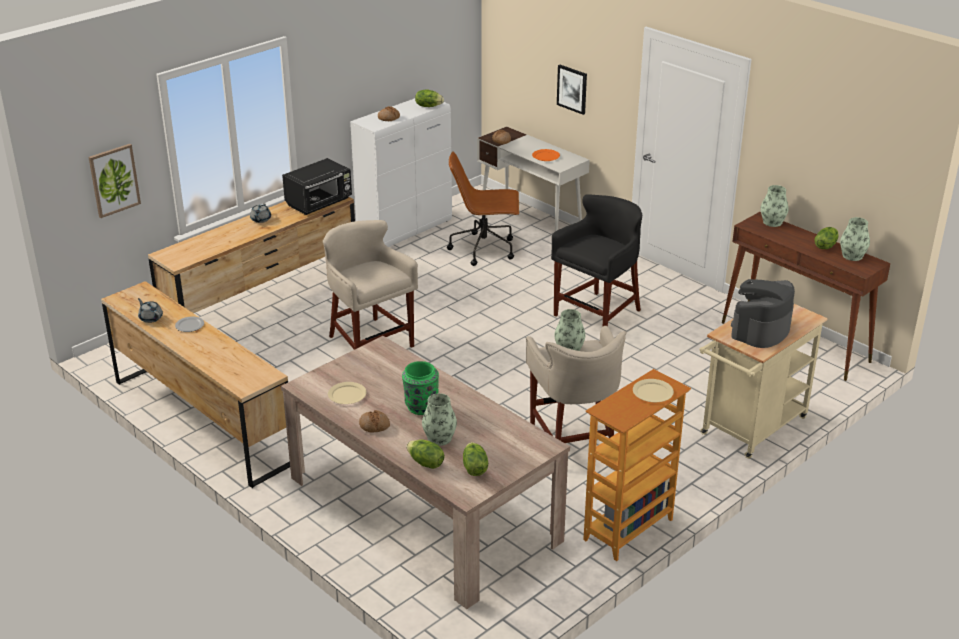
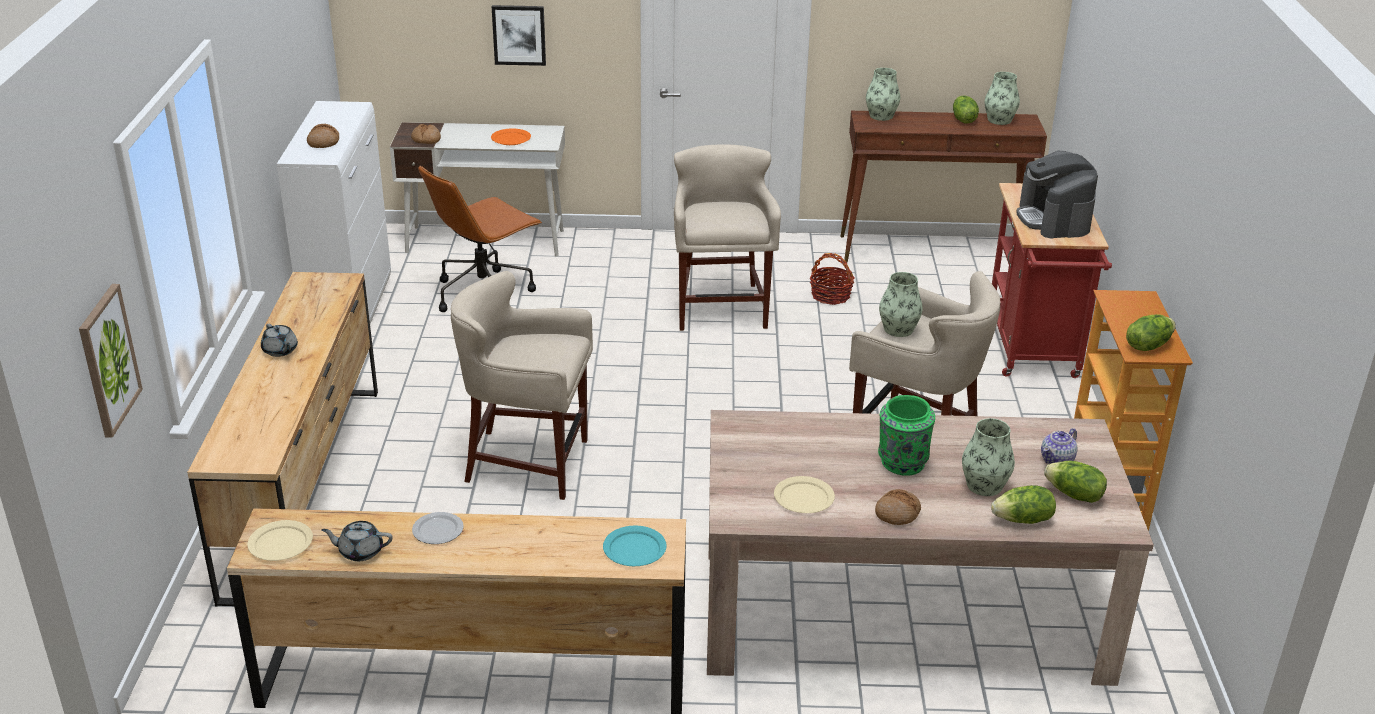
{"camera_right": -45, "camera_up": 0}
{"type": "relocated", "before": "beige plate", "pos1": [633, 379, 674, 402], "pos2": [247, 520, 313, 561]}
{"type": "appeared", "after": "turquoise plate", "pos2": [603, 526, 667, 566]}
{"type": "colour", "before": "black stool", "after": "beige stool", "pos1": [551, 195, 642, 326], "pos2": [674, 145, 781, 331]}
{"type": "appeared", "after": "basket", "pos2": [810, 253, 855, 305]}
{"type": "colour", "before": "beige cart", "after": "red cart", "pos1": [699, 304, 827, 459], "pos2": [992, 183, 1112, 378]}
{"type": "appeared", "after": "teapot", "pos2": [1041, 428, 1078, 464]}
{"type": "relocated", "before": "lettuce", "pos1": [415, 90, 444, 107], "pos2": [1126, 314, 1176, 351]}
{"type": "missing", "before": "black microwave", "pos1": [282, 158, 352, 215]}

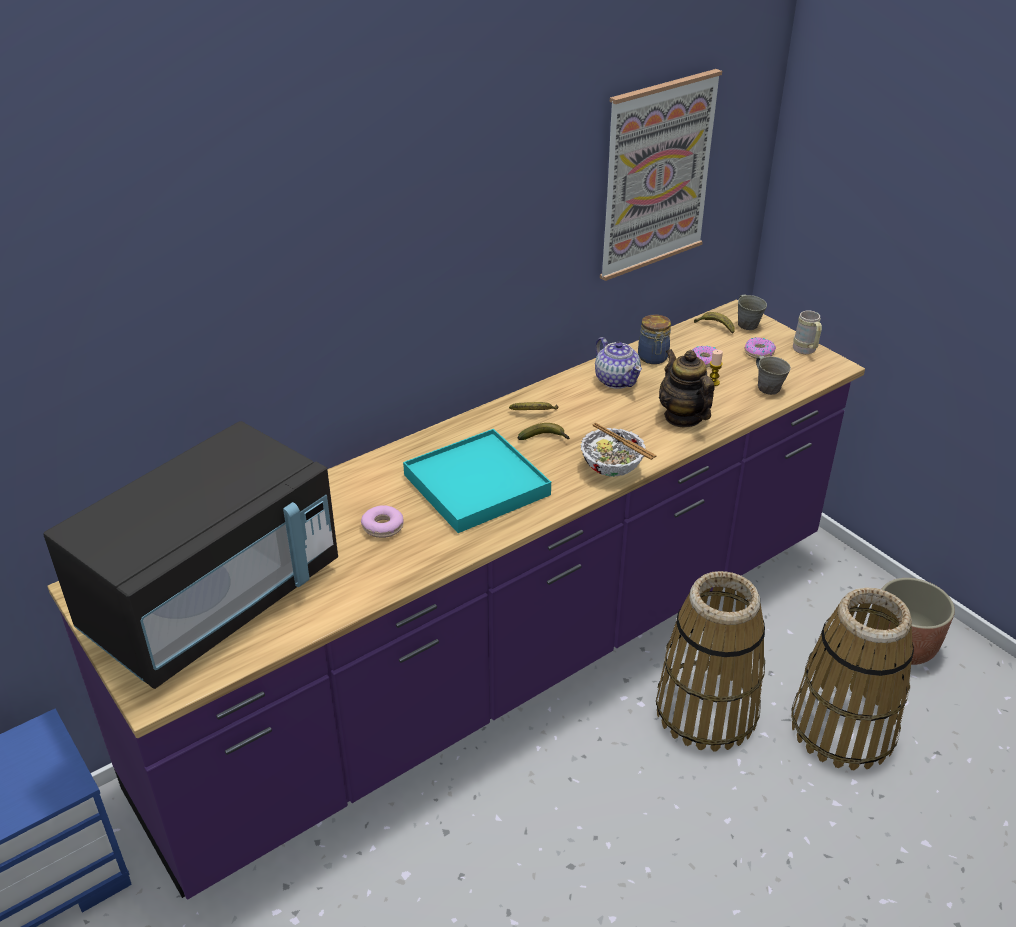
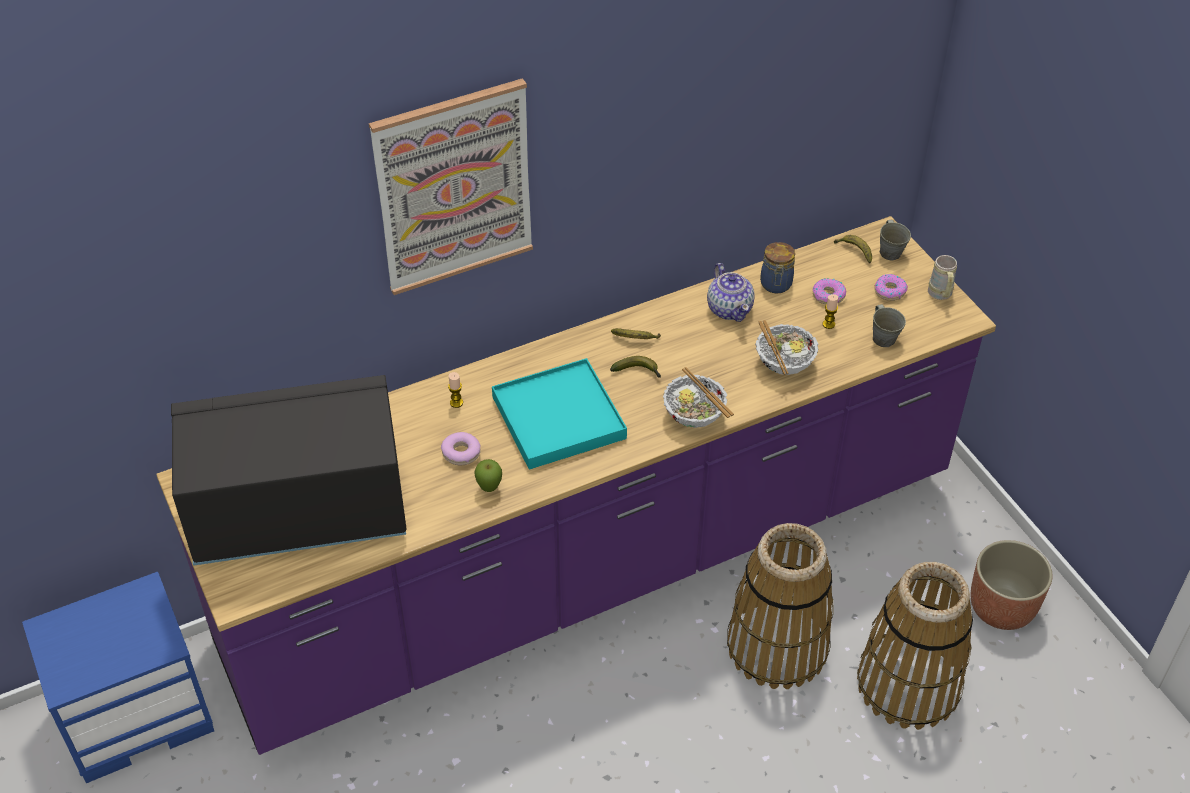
{"camera_right": 10, "camera_up": 10}
{"type": "spun", "before": "black microwave", "pos1": [43, 421, 338, 689], "pos2": [171, 375, 407, 566], "turn": -150}
{"type": "relocated", "before": "picture", "pos1": [600, 69, 722, 281], "pos2": [369, 78, 533, 295]}
{"type": "appeared", "after": "candle", "pos2": [448, 372, 463, 408]}
{"type": "appeared", "after": "apple", "pos2": [474, 459, 502, 492]}
{"type": "exchanged", "before": "teapot", "after": "bowl", "pos1": [659, 349, 714, 427], "pos2": [755, 320, 819, 375]}

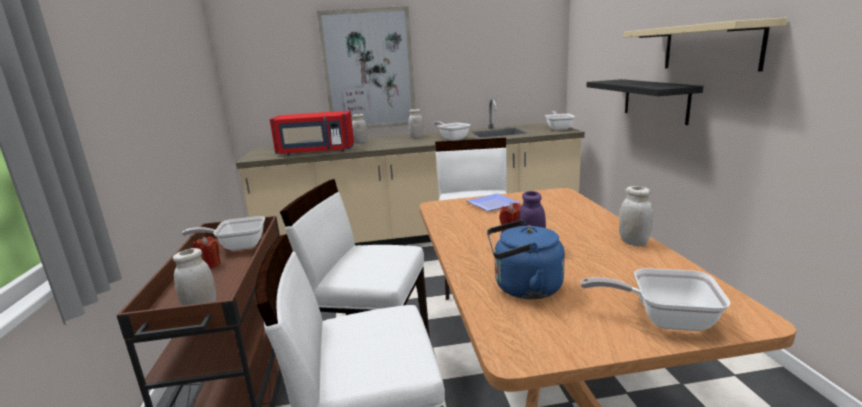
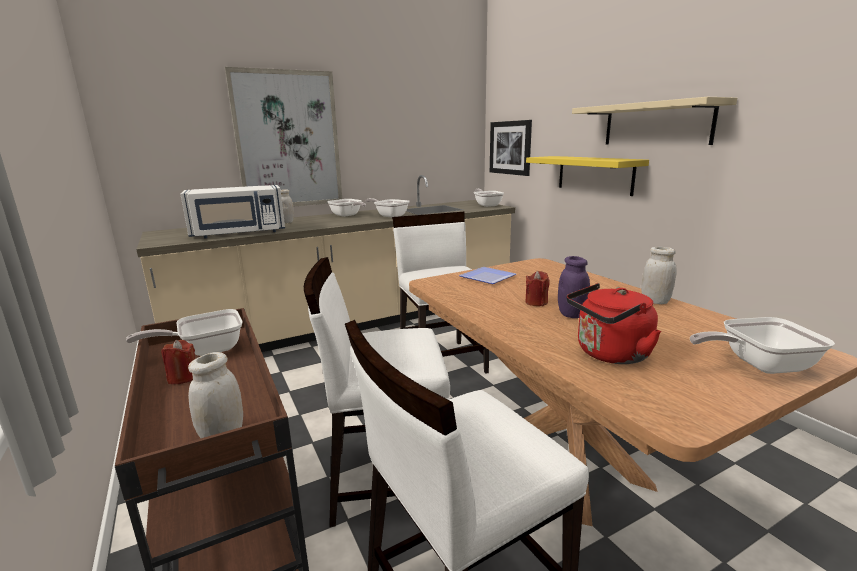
{"camera_right": -20, "camera_up": 0}
{"type": "colour", "before": "red microwave", "after": "white microwave", "pos1": [270, 111, 354, 155], "pos2": [181, 185, 285, 238]}
{"type": "exchanged", "before": "white jar", "after": "frying pan", "pos1": [408, 109, 424, 138], "pos2": [327, 199, 366, 217]}
{"type": "appeared", "after": "picture", "pos2": [490, 120, 532, 176]}
{"type": "colour", "before": "black shelf", "after": "yellow shelf", "pos1": [587, 79, 703, 125], "pos2": [526, 156, 649, 196]}
{"type": "colour", "before": "blue kettle", "after": "red kettle", "pos1": [487, 220, 565, 299], "pos2": [567, 283, 661, 364]}

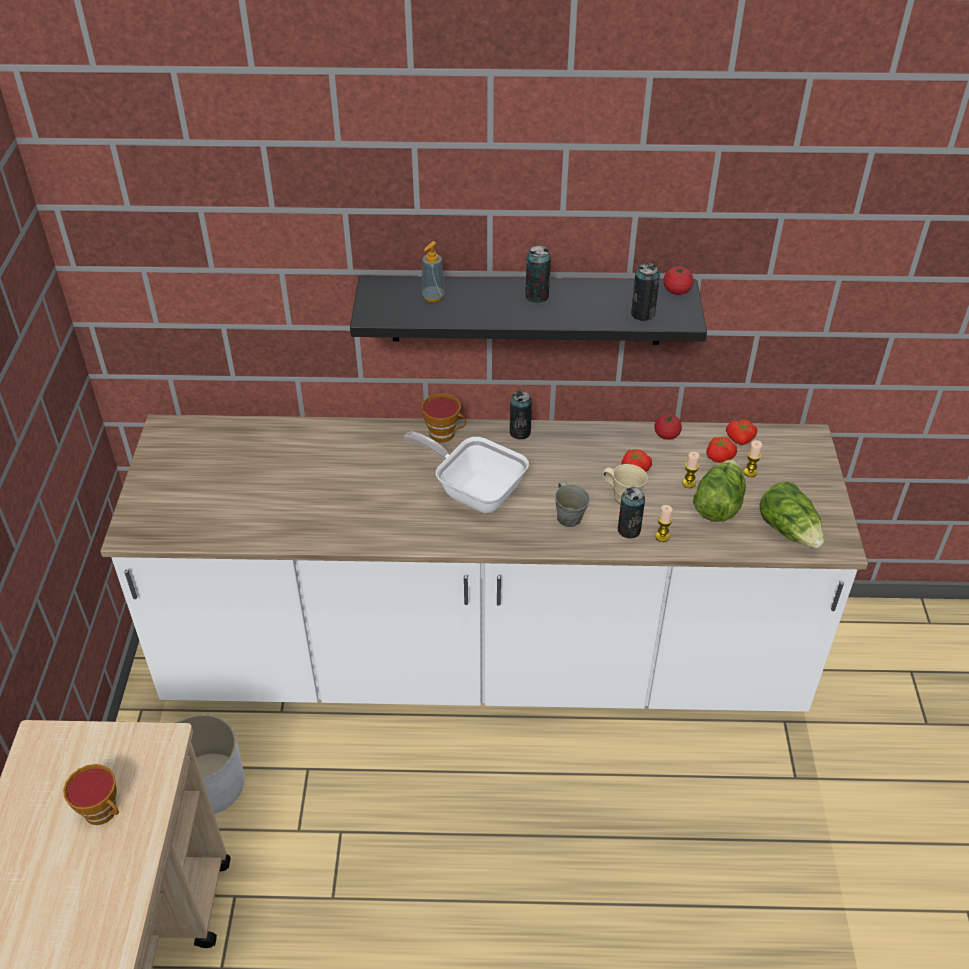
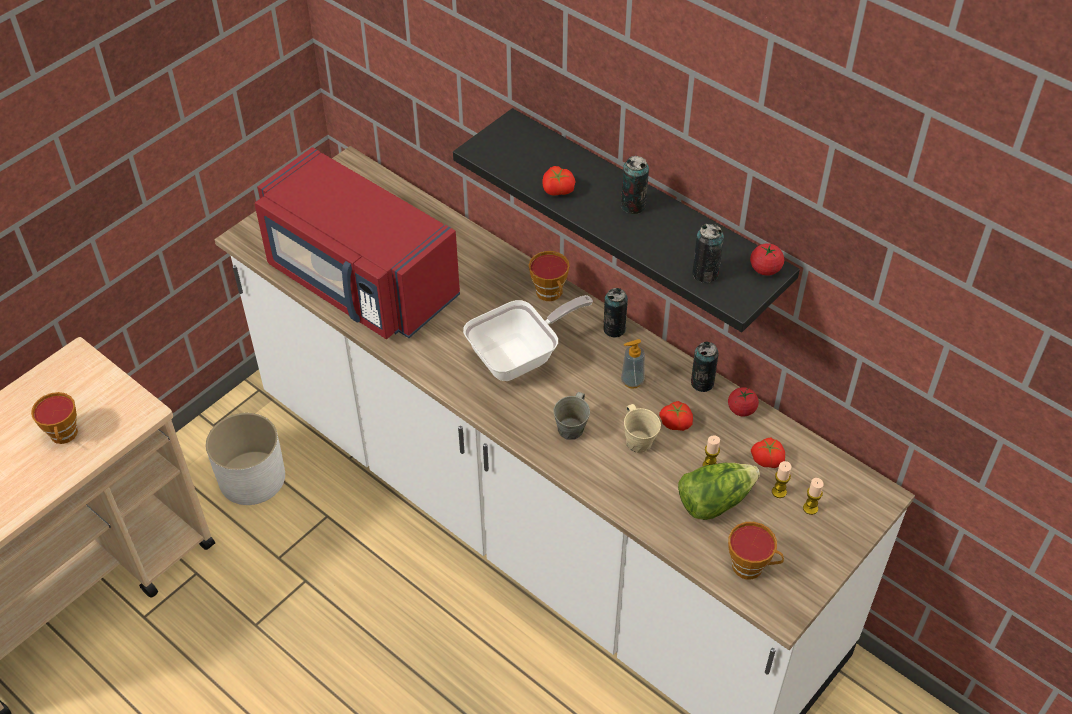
{"camera_right": 40, "camera_up": 5}
{"type": "appeared", "after": "red microwave", "pos2": [255, 147, 460, 339]}
{"type": "spun", "before": "frying pan", "pos1": [404, 432, 529, 513], "pos2": [463, 295, 593, 381], "turn": 75}
{"type": "relocated", "before": "tomato", "pos1": [726, 420, 757, 445], "pos2": [542, 166, 575, 196]}
{"type": "relocated", "before": "soap dispenser", "pos1": [422, 241, 445, 302], "pos2": [621, 339, 645, 389]}
{"type": "relocated", "before": "can", "pos1": [618, 487, 645, 539], "pos2": [691, 342, 719, 392]}
{"type": "exchanged", "before": "lettuce", "after": "cup", "pos1": [760, 482, 824, 548], "pos2": [728, 522, 784, 580]}
{"type": "relocated", "before": "candle", "pos1": [656, 505, 673, 542], "pos2": [803, 478, 824, 515]}

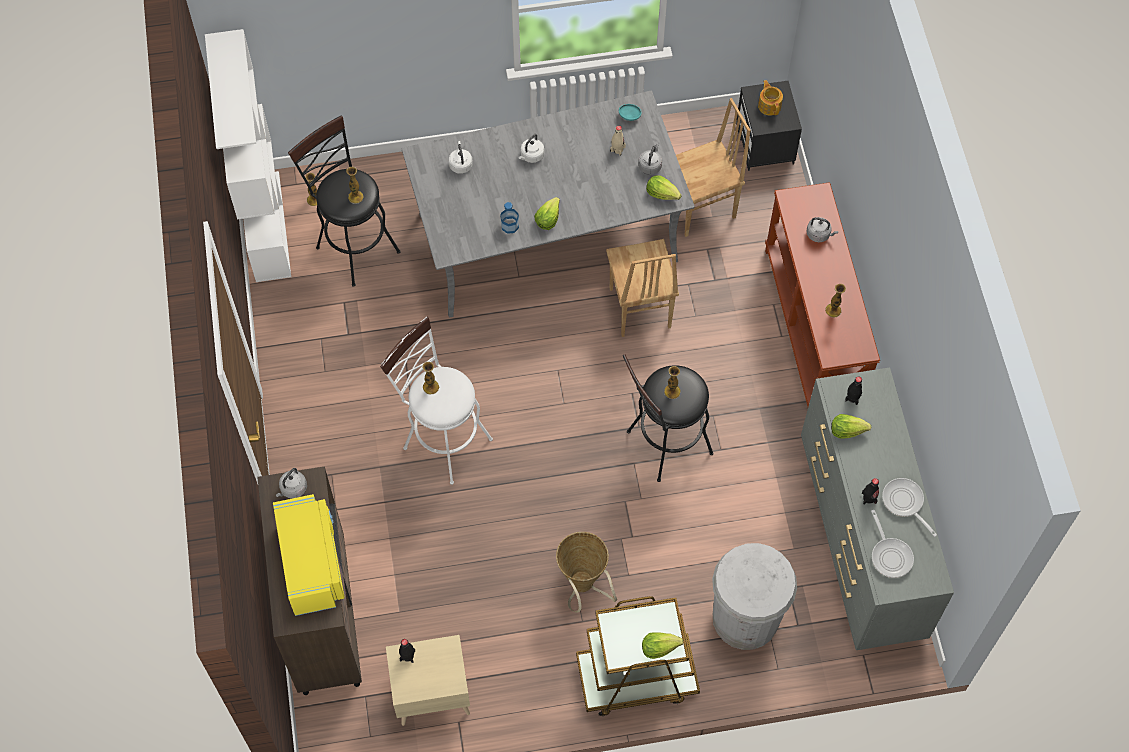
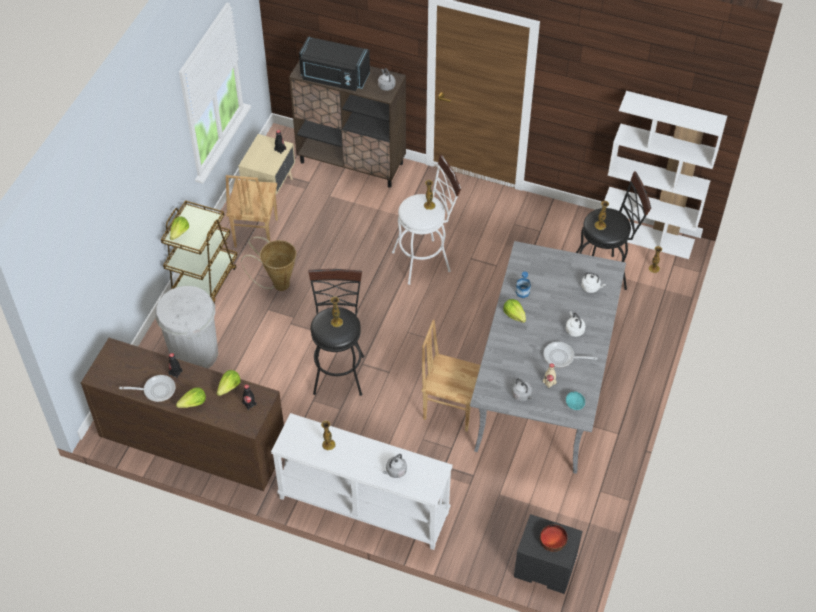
{"camera_right": 120, "camera_up": -10}
{"type": "colour", "before": "grey dresser", "after": "brown dresser", "pos1": [801, 367, 954, 650], "pos2": [81, 338, 284, 491]}
{"type": "relocated", "before": "lettuce", "pos1": [646, 175, 681, 200], "pos2": [176, 387, 206, 408]}
{"type": "relocated", "before": "brown chair", "pos1": [676, 98, 751, 237], "pos2": [226, 175, 278, 248]}
{"type": "colour", "before": "brown console table", "after": "white console table", "pos1": [765, 182, 880, 406], "pos2": [271, 413, 452, 550]}
{"type": "colour", "before": "yellow microwave", "after": "black microwave", "pos1": [273, 494, 345, 616], "pos2": [299, 37, 370, 91]}
{"type": "exchanged", "before": "teapot", "after": "bowl", "pos1": [758, 80, 783, 116], "pos2": [539, 524, 568, 552]}
{"type": "relocated", "before": "frying pan", "pos1": [871, 510, 914, 578], "pos2": [544, 342, 597, 368]}

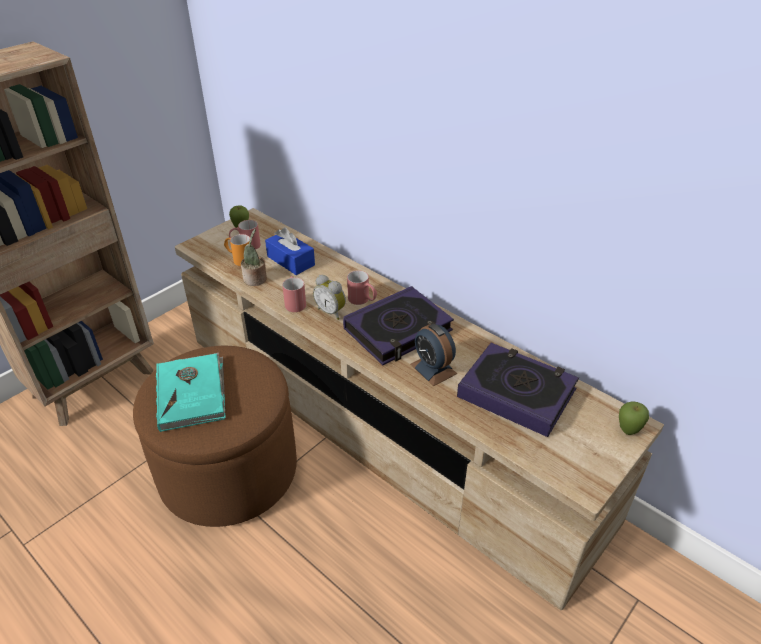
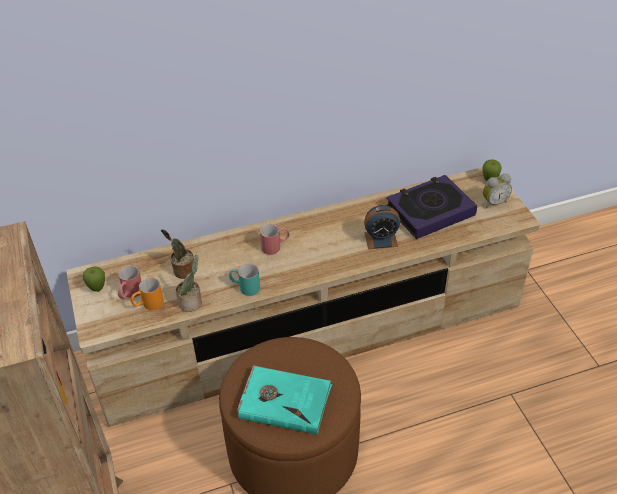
{"camera_right": -60, "camera_up": 5}
{"type": "exchanged", "before": "blue tissue box", "after": "potted plant", "pos1": [265, 227, 315, 275], "pos2": [161, 229, 194, 279]}
{"type": "colour", "before": "red mug", "after": "turquoise mug", "pos1": [282, 276, 306, 312], "pos2": [229, 264, 260, 296]}
{"type": "relocated", "before": "alarm clock", "pos1": [313, 275, 346, 320], "pos2": [483, 174, 512, 208]}
{"type": "missing", "before": "book", "pos1": [343, 286, 454, 365]}

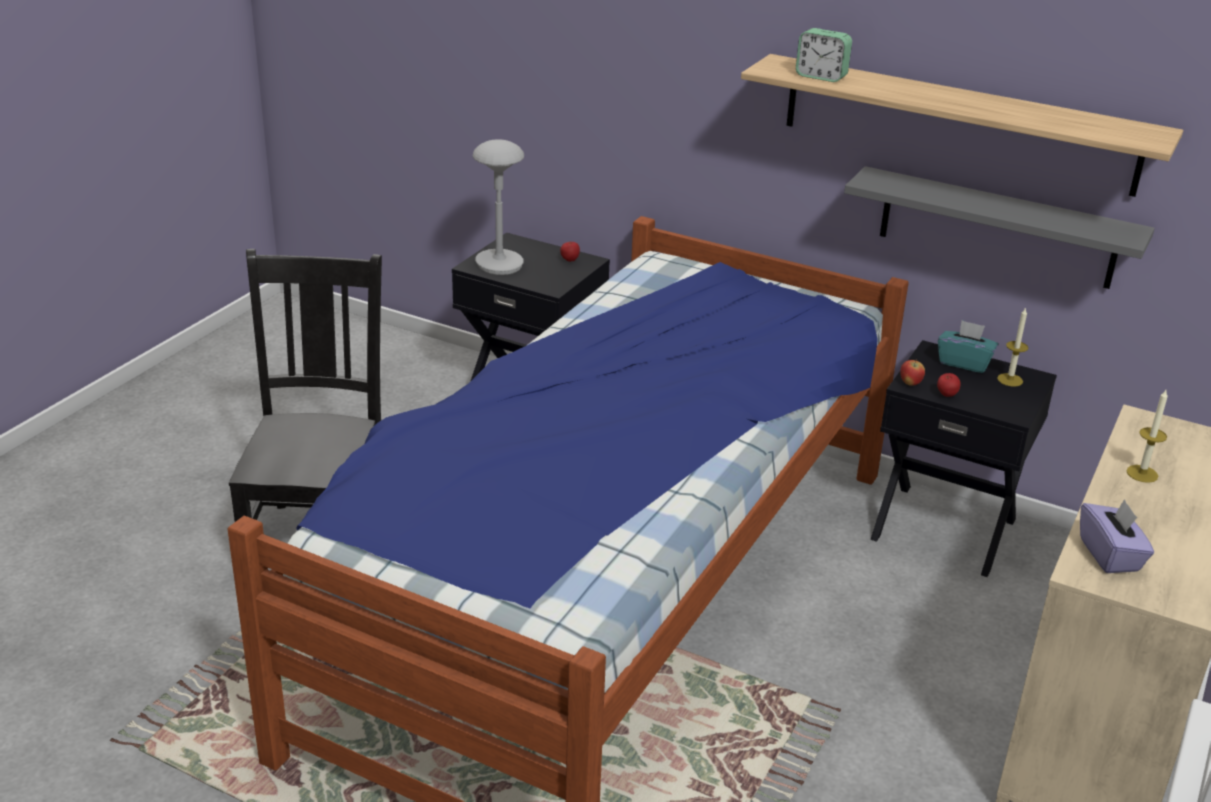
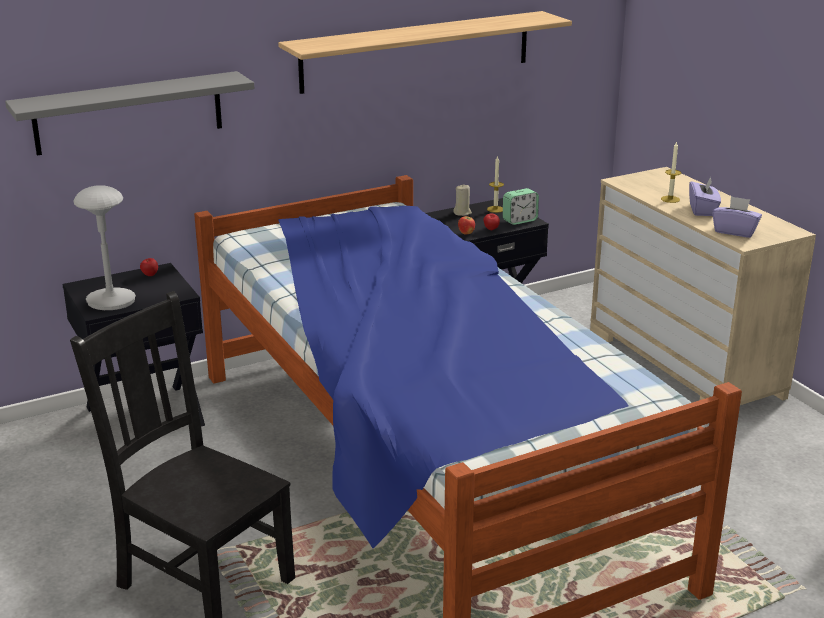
{"camera_right": -55, "camera_up": -5}
{"type": "relocated", "before": "grey shelf", "pos1": [844, 166, 1155, 289], "pos2": [5, 71, 254, 156]}
{"type": "exchanged", "before": "turquoise tissue box", "after": "beige candle", "pos1": [938, 320, 998, 373], "pos2": [453, 185, 472, 216]}
{"type": "relocated", "before": "alarm clock", "pos1": [796, 28, 852, 82], "pos2": [503, 188, 539, 225]}
{"type": "appeared", "after": "purple tissue box", "pos2": [689, 177, 721, 216]}

